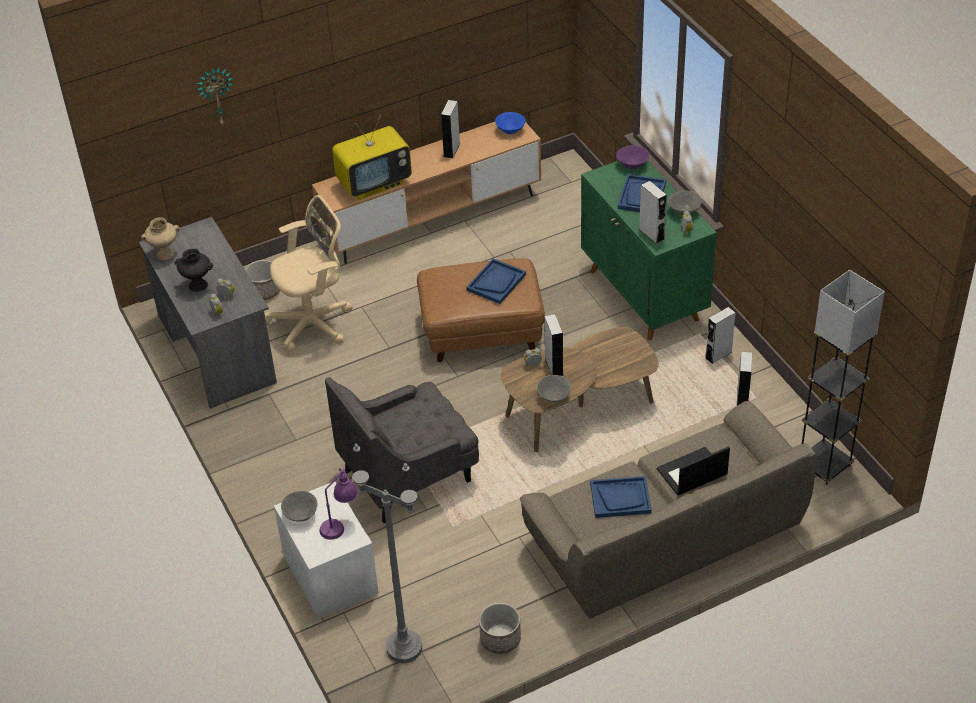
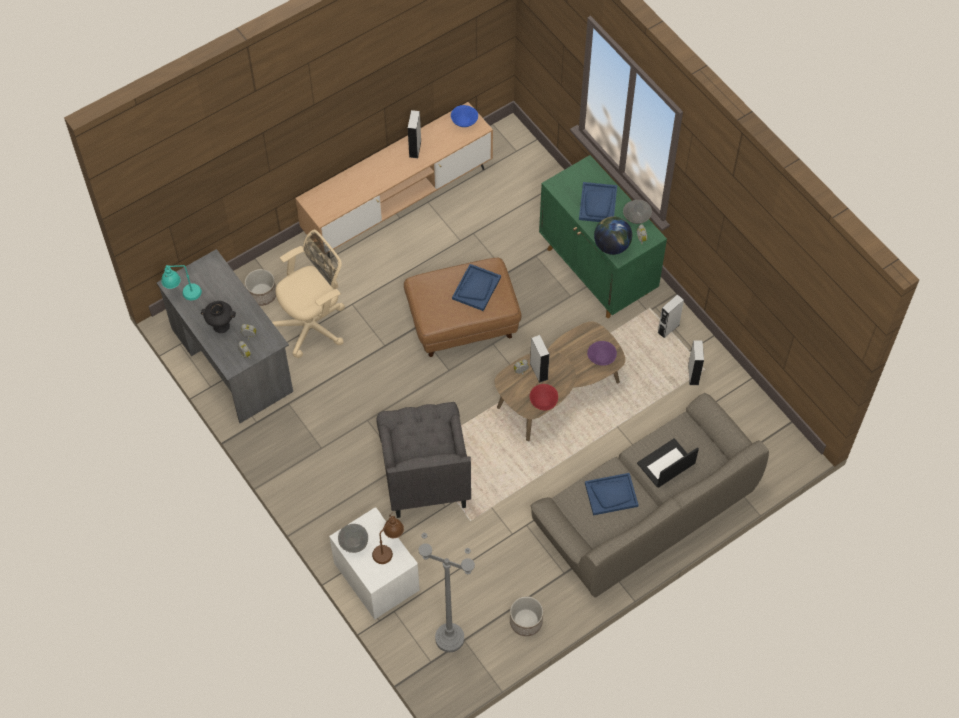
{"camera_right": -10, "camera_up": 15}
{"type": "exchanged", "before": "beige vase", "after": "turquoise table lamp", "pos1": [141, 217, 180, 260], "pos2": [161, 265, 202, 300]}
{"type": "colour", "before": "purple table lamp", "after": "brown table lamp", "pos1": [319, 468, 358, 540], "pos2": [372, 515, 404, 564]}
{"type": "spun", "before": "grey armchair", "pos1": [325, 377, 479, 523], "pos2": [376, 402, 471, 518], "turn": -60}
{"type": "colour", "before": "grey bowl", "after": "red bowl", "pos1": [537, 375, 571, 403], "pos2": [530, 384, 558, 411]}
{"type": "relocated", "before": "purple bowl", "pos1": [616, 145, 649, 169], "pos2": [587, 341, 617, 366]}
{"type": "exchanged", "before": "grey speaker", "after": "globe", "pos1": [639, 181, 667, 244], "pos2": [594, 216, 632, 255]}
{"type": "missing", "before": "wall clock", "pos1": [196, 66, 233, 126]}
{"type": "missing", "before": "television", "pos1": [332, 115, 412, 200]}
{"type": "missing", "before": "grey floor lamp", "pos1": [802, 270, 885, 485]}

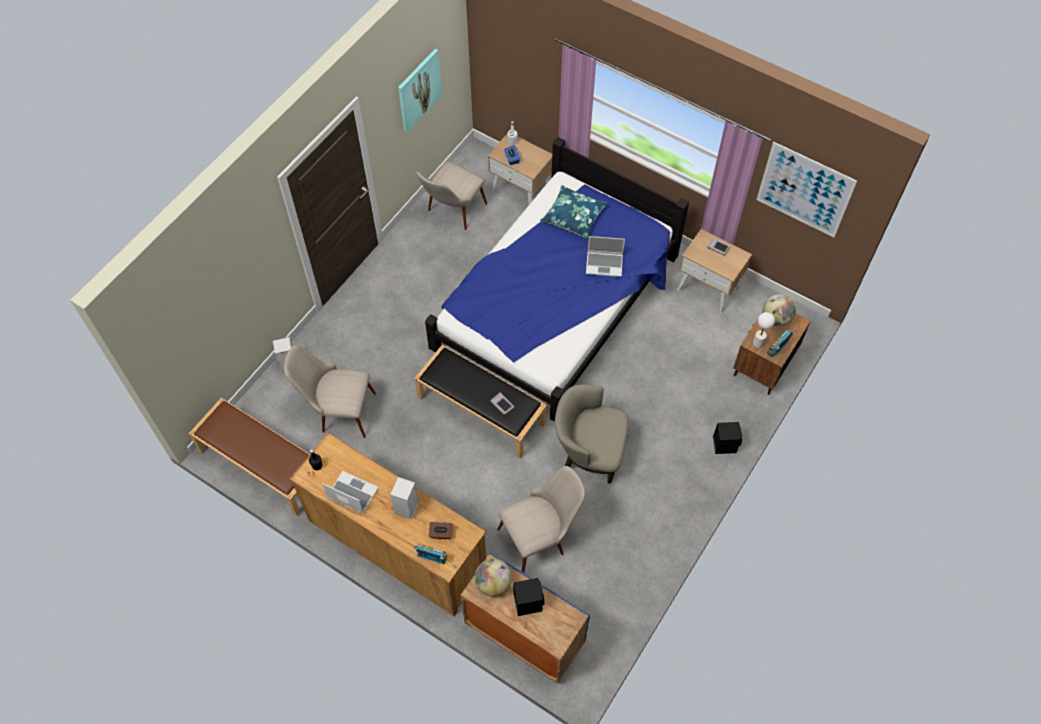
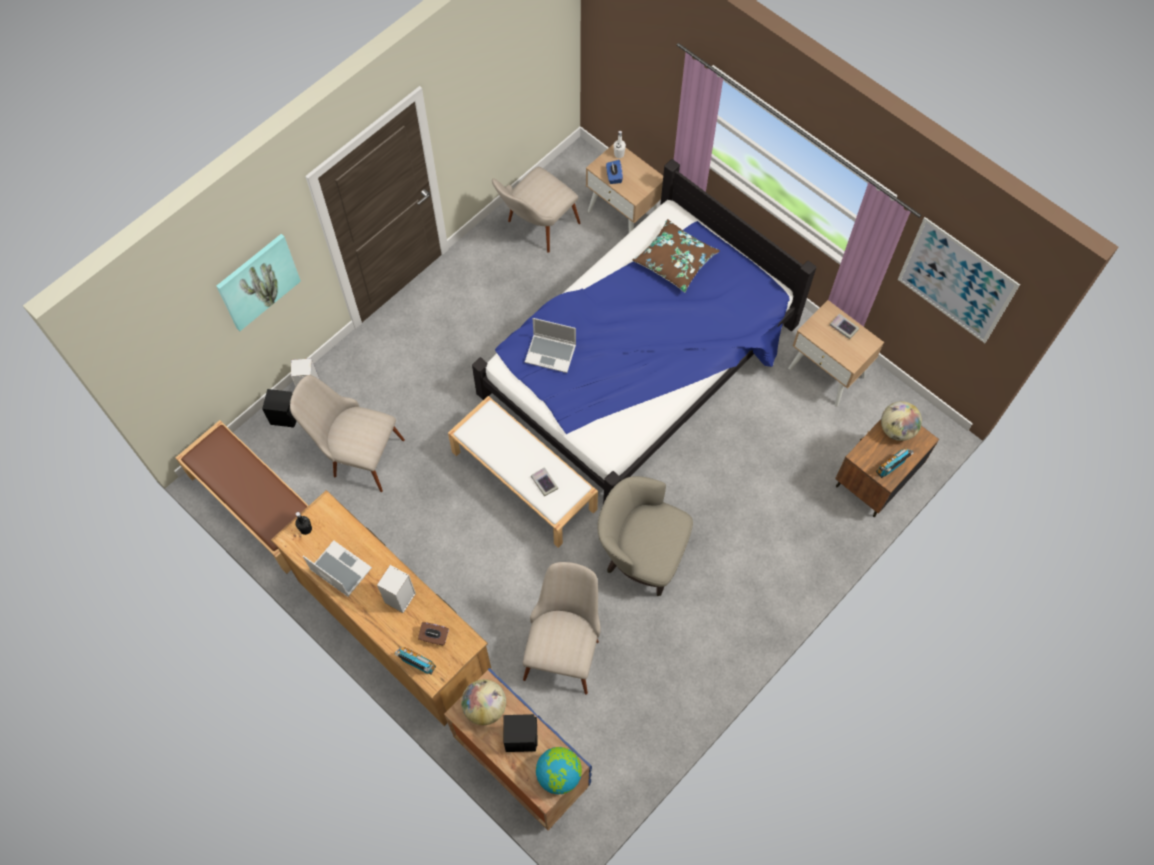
{"camera_right": 10, "camera_up": 5}
{"type": "relocated", "before": "picture", "pos1": [398, 49, 442, 132], "pos2": [216, 234, 301, 331]}
{"type": "relocated", "before": "black speaker", "pos1": [713, 422, 742, 454], "pos2": [262, 389, 297, 428]}
{"type": "colour", "before": "black bench", "after": "white bench", "pos1": [414, 345, 547, 459], "pos2": [448, 396, 598, 548]}
{"type": "spun", "before": "beige chair", "pos1": [497, 466, 585, 573], "pos2": [523, 562, 601, 695], "turn": -60}
{"type": "relocated", "before": "laptop", "pos1": [586, 236, 625, 277], "pos2": [525, 318, 576, 373]}
{"type": "appeared", "after": "globe", "pos2": [536, 747, 582, 794]}
{"type": "colour", "before": "blue pillow", "after": "brown pillow", "pos1": [540, 185, 608, 239], "pos2": [632, 219, 720, 292]}
{"type": "missing", "before": "white table lamp", "pos1": [753, 312, 775, 348]}

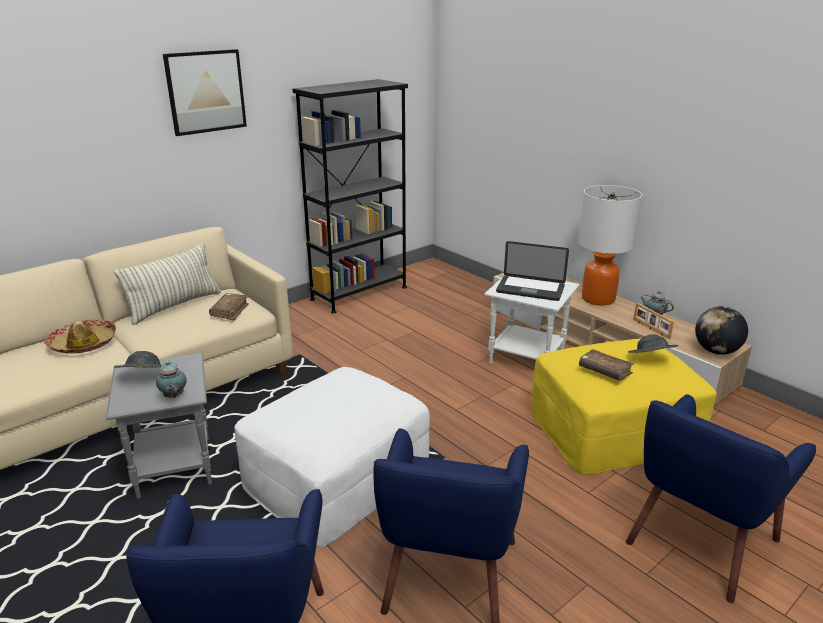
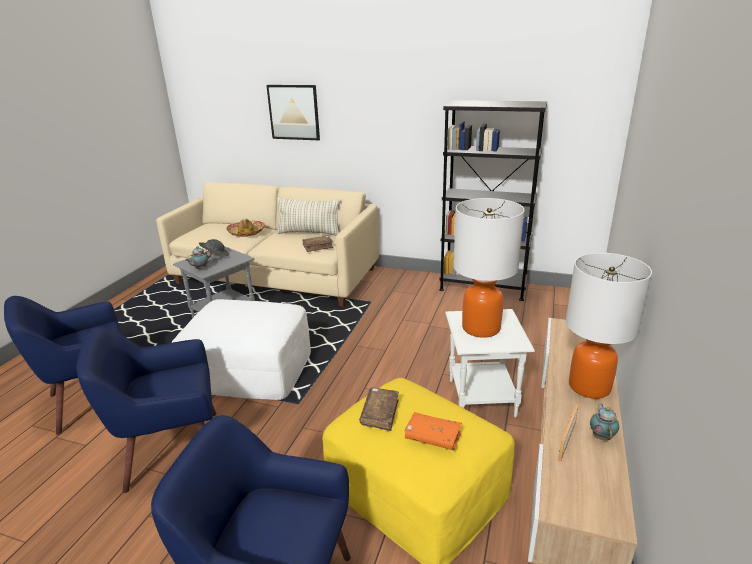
{"camera_right": 60, "camera_up": 0}
{"type": "relocated", "before": "picture", "pos1": [163, 49, 247, 136], "pos2": [266, 85, 320, 140]}
{"type": "exchanged", "before": "grey hat", "after": "orange book", "pos1": [628, 334, 678, 353], "pos2": [405, 412, 462, 450]}
{"type": "exchanged", "before": "laptop", "after": "table lamp", "pos1": [496, 241, 569, 301], "pos2": [453, 198, 525, 338]}
{"type": "missing", "before": "globe", "pos1": [695, 306, 748, 355]}

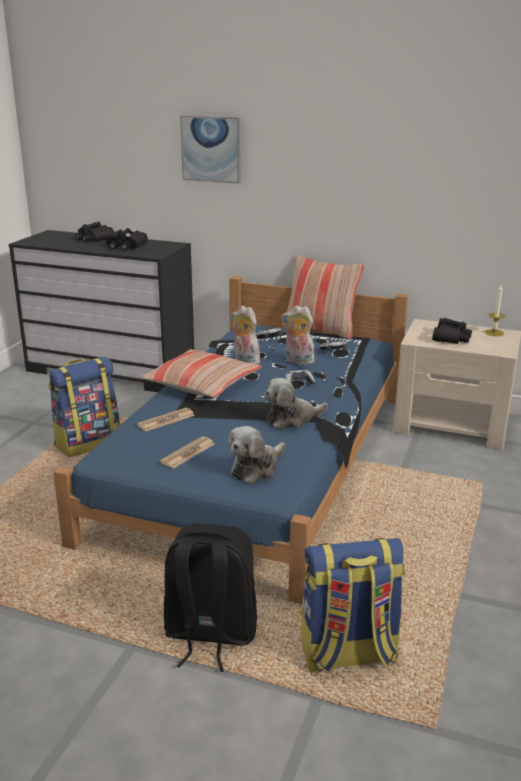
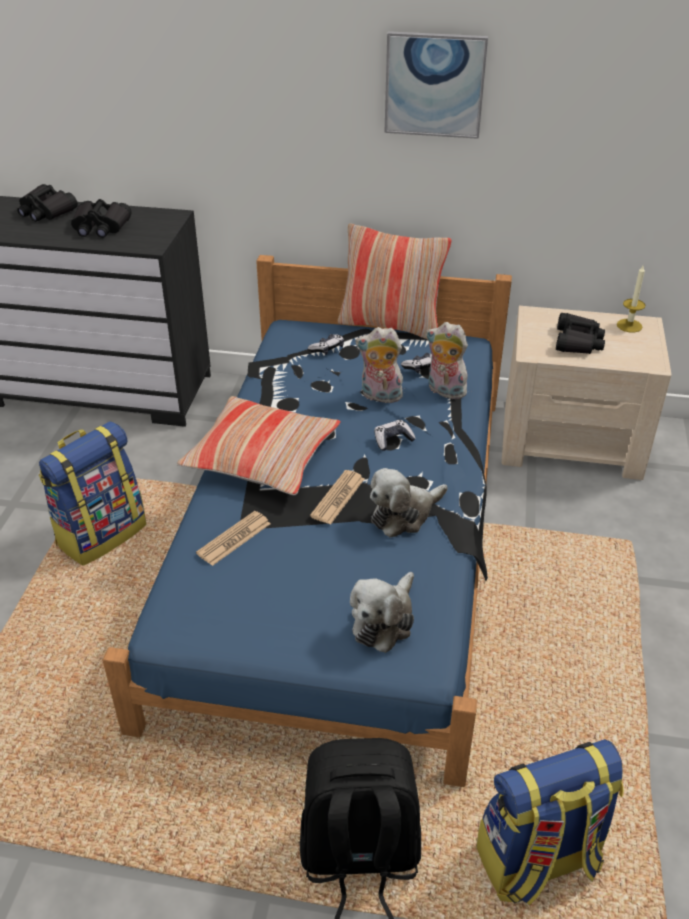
{"camera_right": -10, "camera_up": 15}
{"type": "relocated", "before": "newspaper", "pos1": [160, 437, 215, 469], "pos2": [310, 470, 364, 525]}
{"type": "relocated", "before": "picture", "pos1": [180, 115, 241, 184], "pos2": [384, 31, 488, 139]}
{"type": "relocated", "before": "plush toy", "pos1": [231, 306, 260, 365], "pos2": [426, 322, 468, 399]}

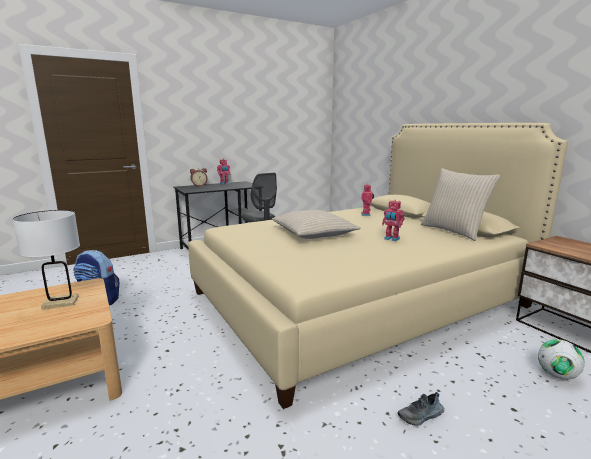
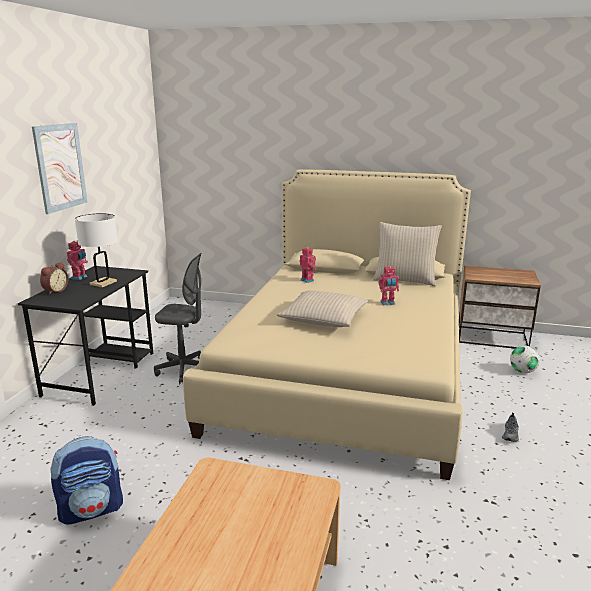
{"camera_right": -45, "camera_up": 5}
{"type": "appeared", "after": "picture", "pos2": [32, 123, 87, 214]}
{"type": "relocated", "before": "white table lamp", "pos1": [12, 210, 80, 309], "pos2": [75, 213, 118, 287]}

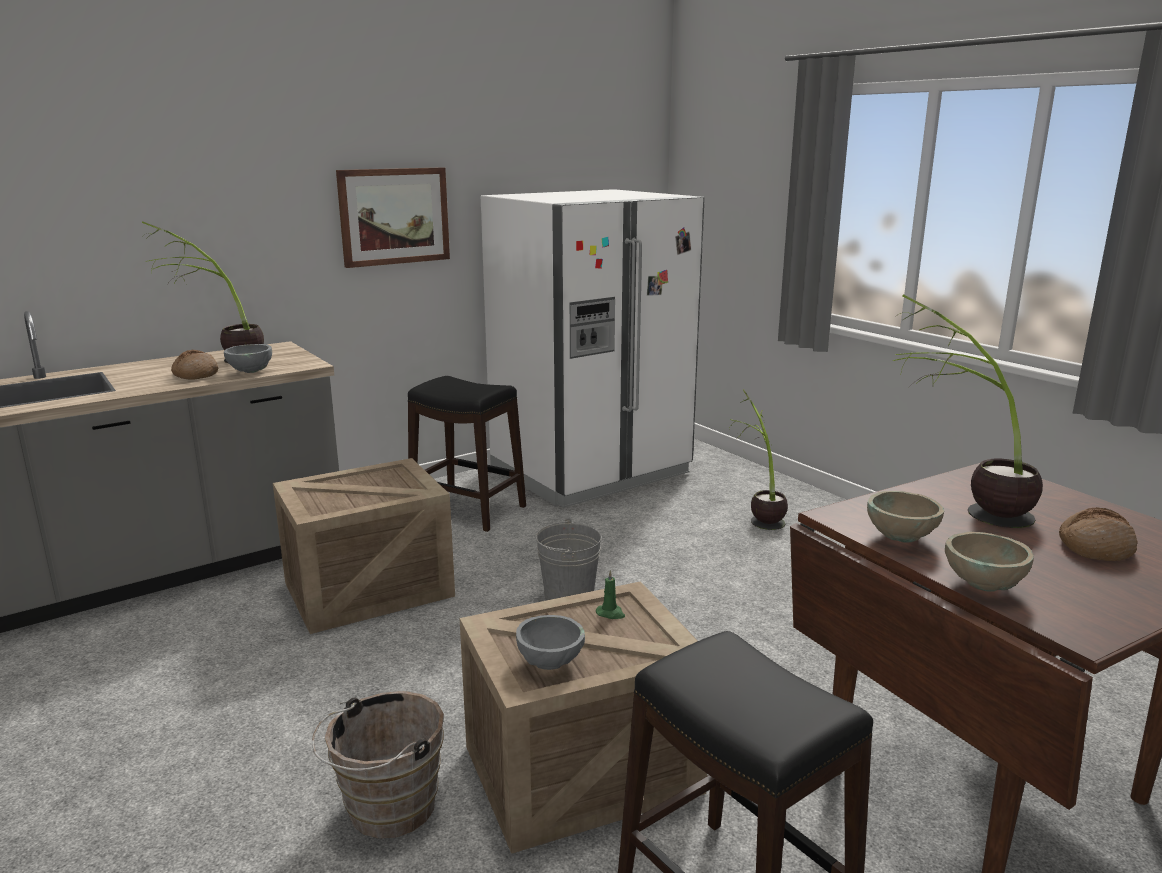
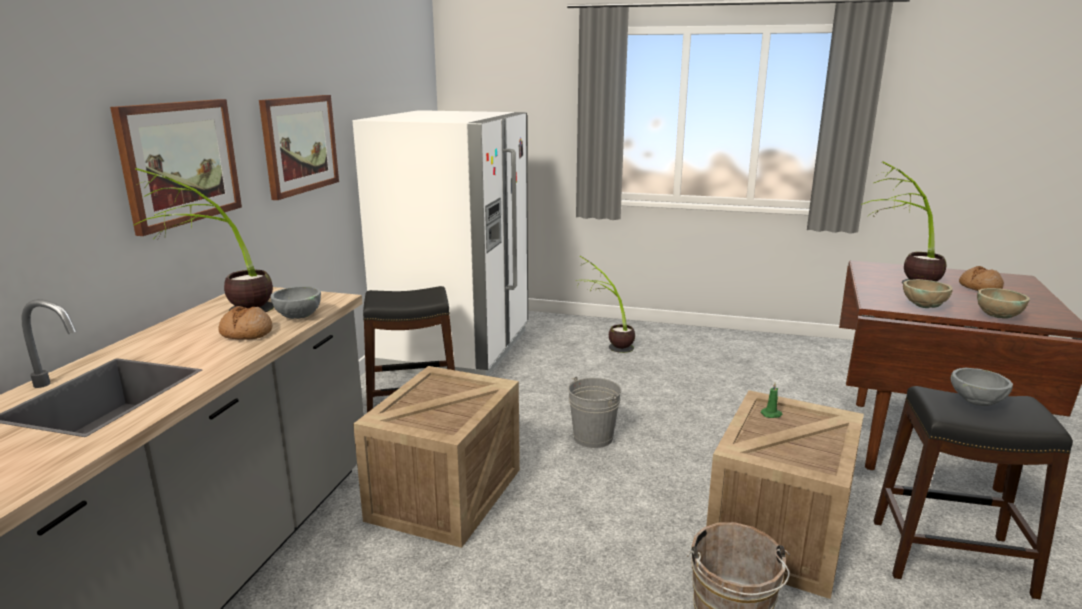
{"camera_right": -40, "camera_up": 0}
{"type": "appeared", "after": "picture", "pos2": [110, 99, 242, 236]}
{"type": "relocated", "before": "grey bowl", "pos1": [516, 615, 585, 670], "pos2": [950, 368, 1013, 406]}

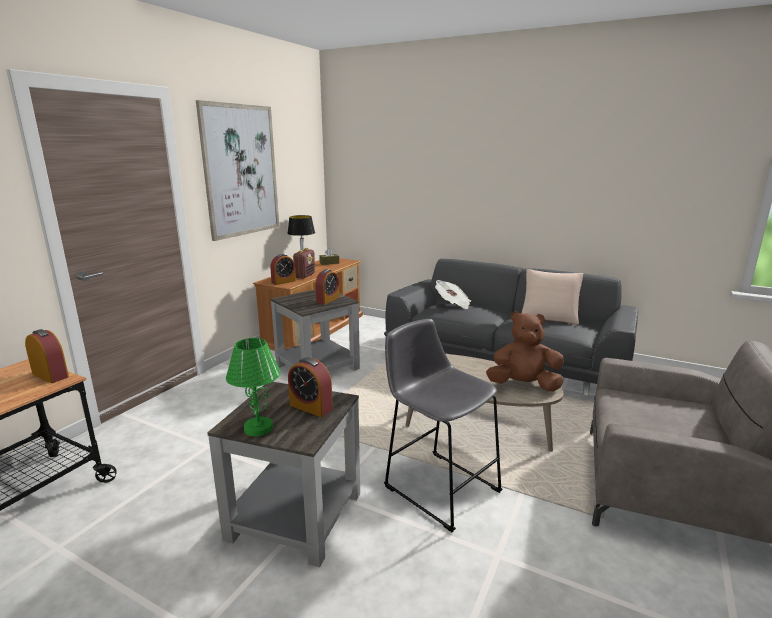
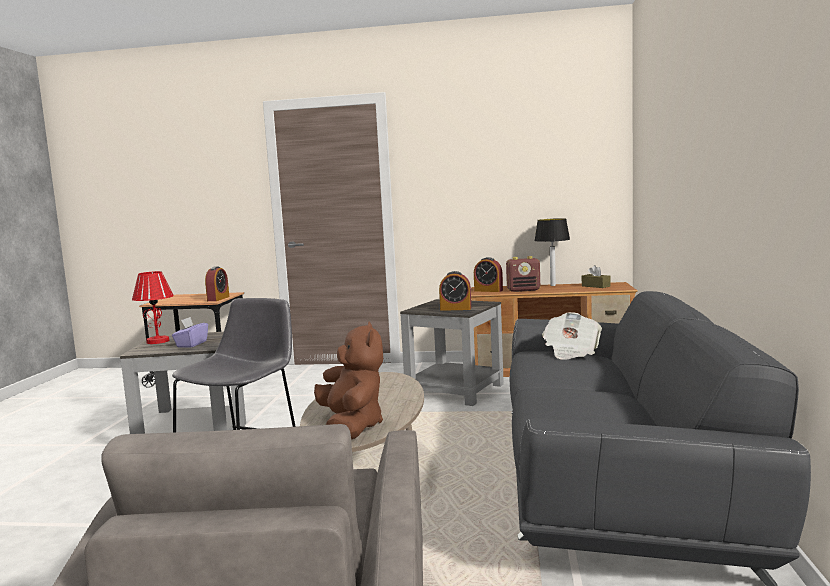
{"camera_right": 70, "camera_up": -10}
{"type": "colour", "before": "green table lamp", "after": "red table lamp", "pos1": [226, 338, 281, 436], "pos2": [132, 271, 174, 344]}
{"type": "exchanged", "before": "alarm clock", "after": "purple tissue box", "pos1": [288, 357, 333, 417], "pos2": [172, 317, 208, 347]}
{"type": "missing", "before": "picture", "pos1": [196, 100, 279, 241]}
{"type": "missing", "before": "beige pillow", "pos1": [522, 269, 583, 325]}

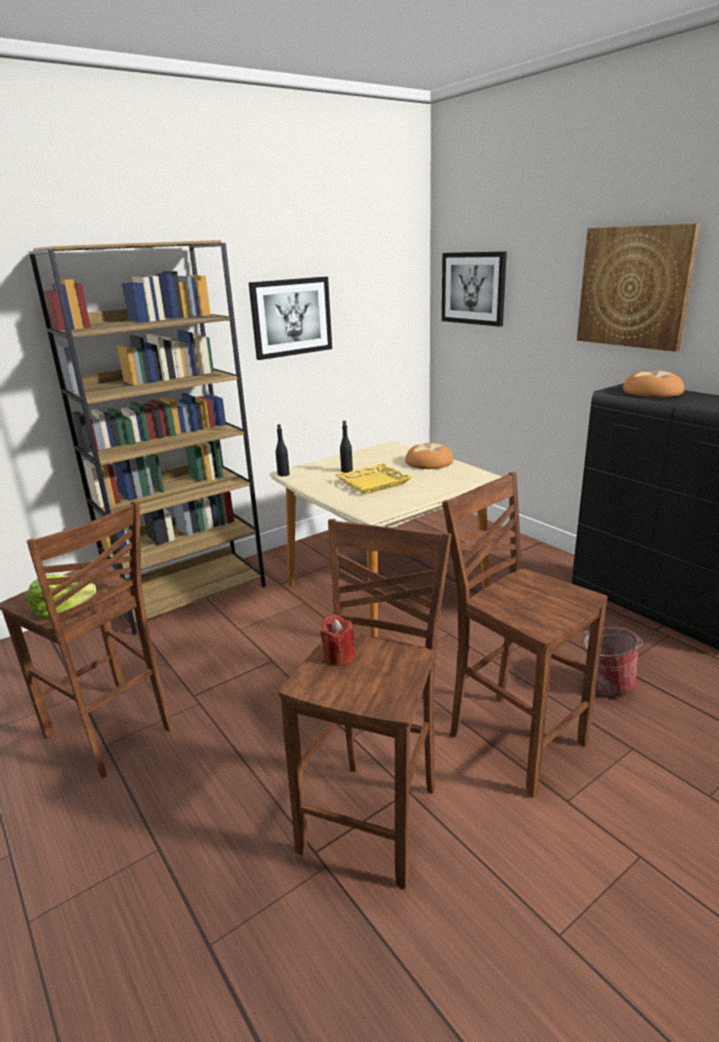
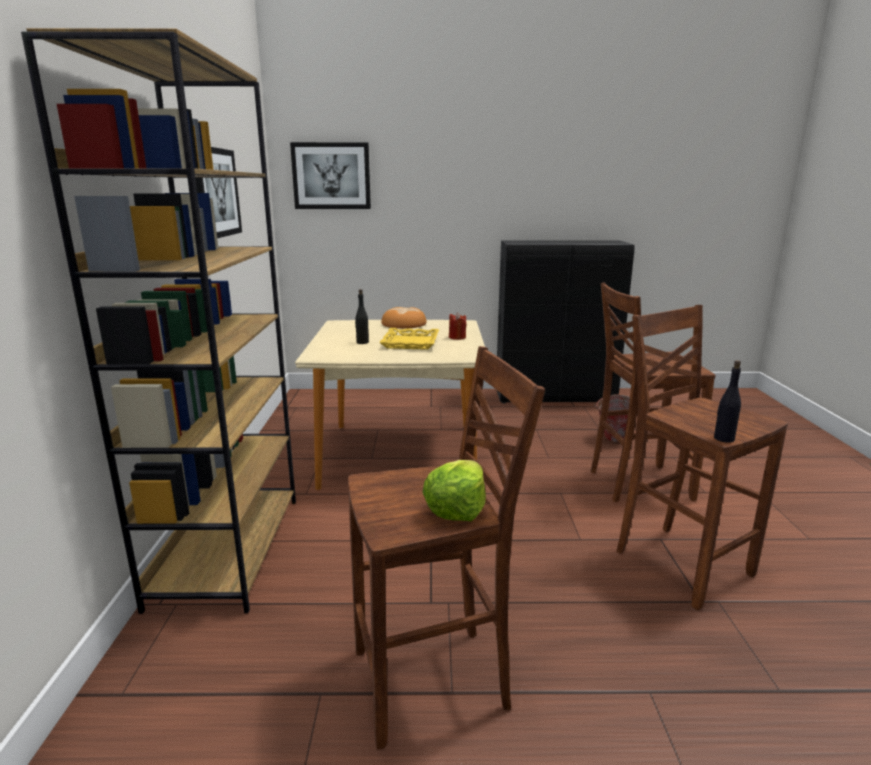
{"camera_right": -55, "camera_up": -5}
{"type": "relocated", "before": "red candle", "pos1": [321, 615, 356, 666], "pos2": [449, 312, 467, 340]}
{"type": "relocated", "before": "black bottle", "pos1": [276, 424, 290, 476], "pos2": [714, 360, 741, 443]}
{"type": "missing", "before": "picture", "pos1": [577, 223, 700, 352]}
{"type": "missing", "before": "bread", "pos1": [623, 370, 684, 397]}

